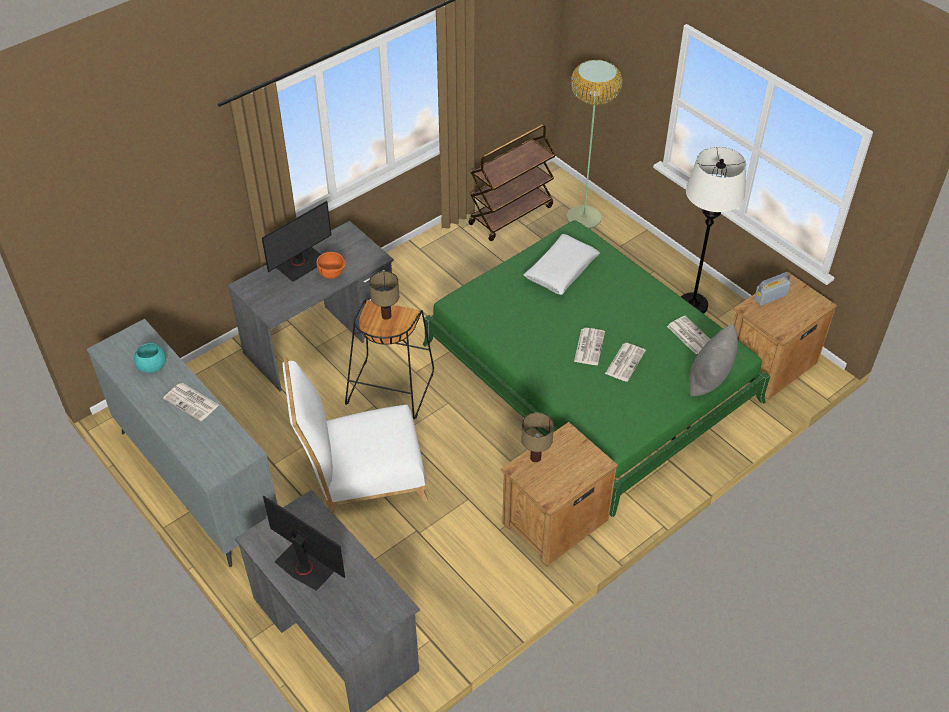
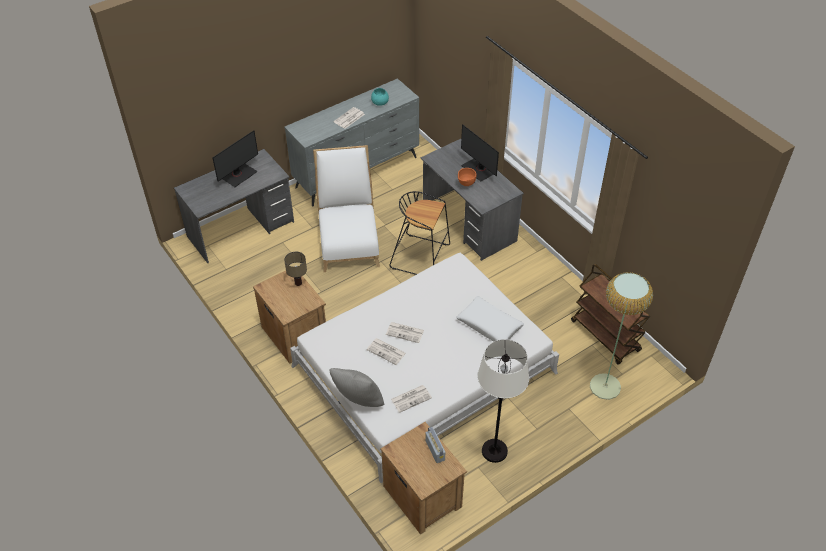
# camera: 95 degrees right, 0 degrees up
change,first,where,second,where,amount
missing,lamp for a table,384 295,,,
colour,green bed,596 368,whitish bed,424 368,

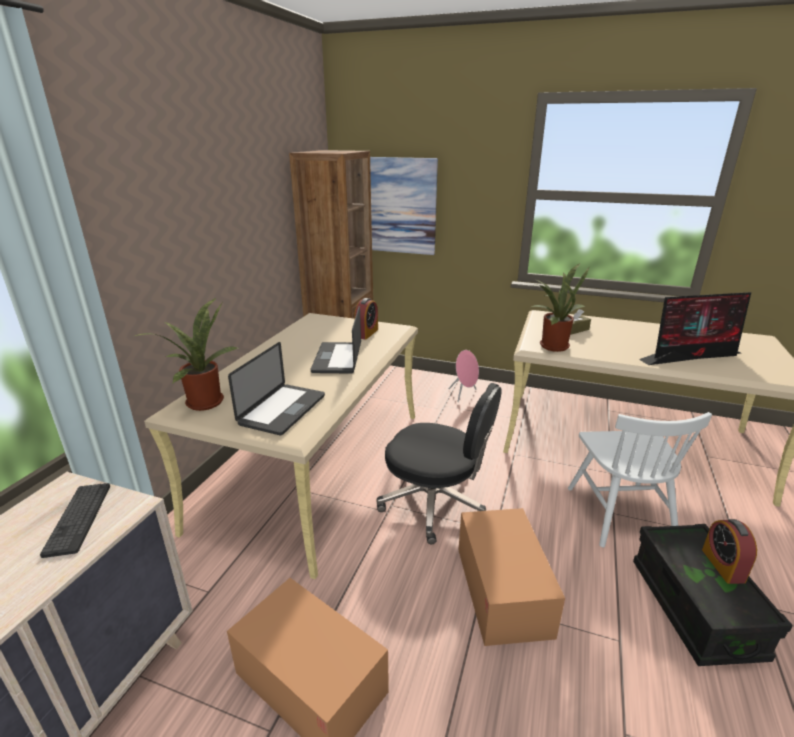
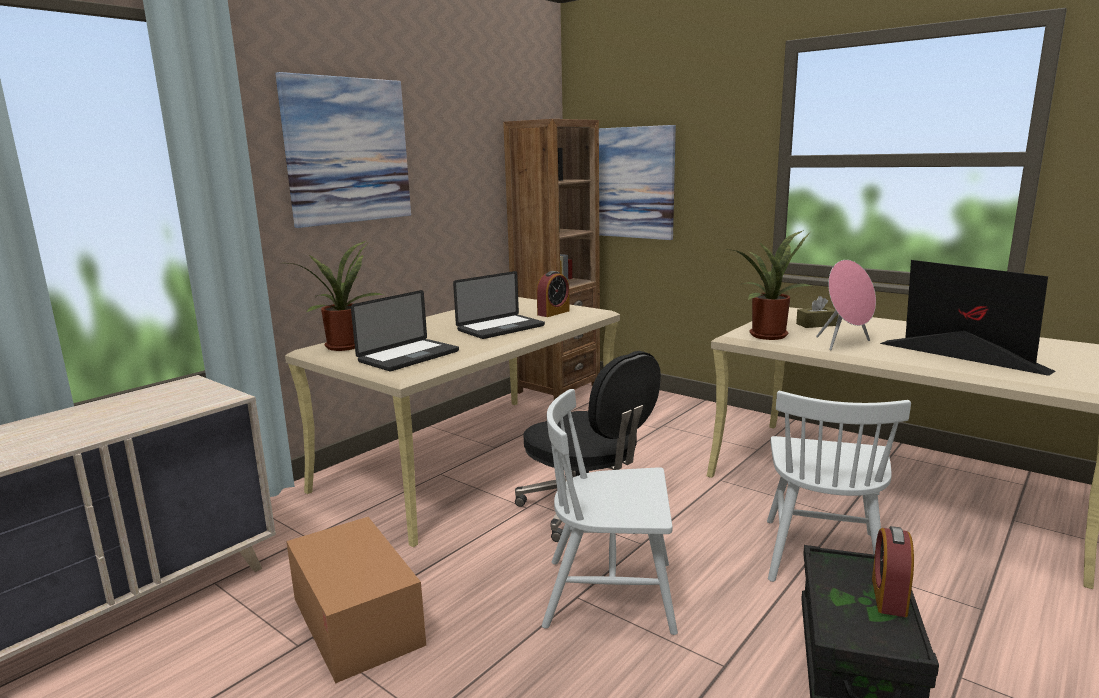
# camera: 20 degrees right, 10 degrees down
change,first,where,second,where,amount
missing,PC keyboard,75 520,,,
appeared,,,wall picture,343 150,
relocated,pink-coloured loudspeaker,463 376,,846 305,
exchanged,cardboard box,512 577,whitish plain chair,610 512,
spun,portable computer,336 340,,499 305,150 degrees counterclockwise
spun,computer screen,695 328,,968 318,135 degrees counterclockwise

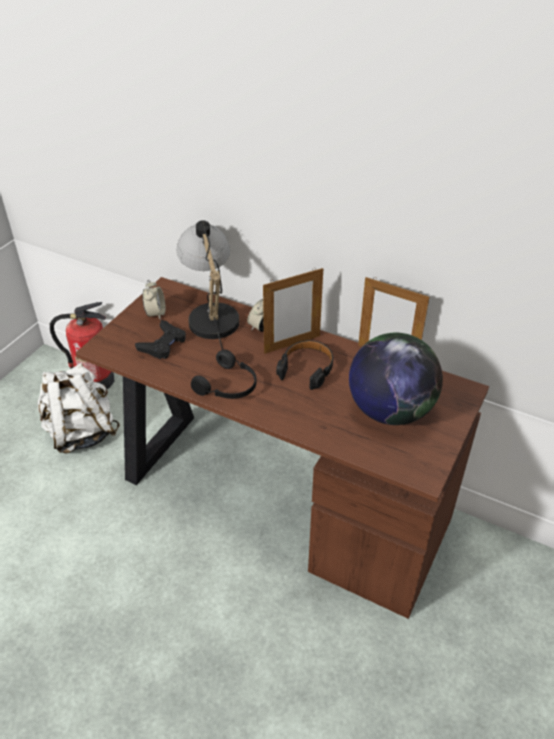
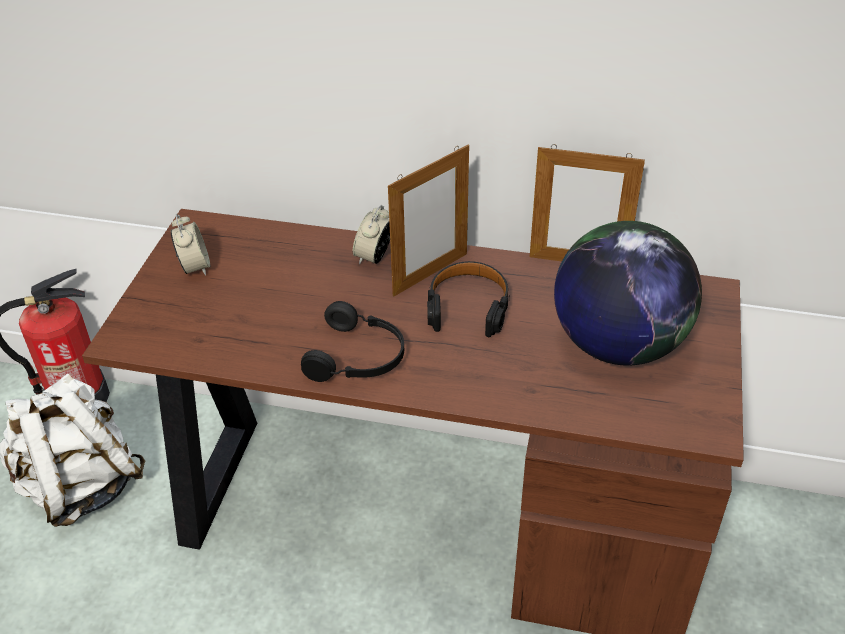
# camera: 15 degrees left, 0 degrees up
change,first,where,second,where,amount
missing,black-coloured gamepad,160 339,,,
missing,lamp for a table,208 285,,,

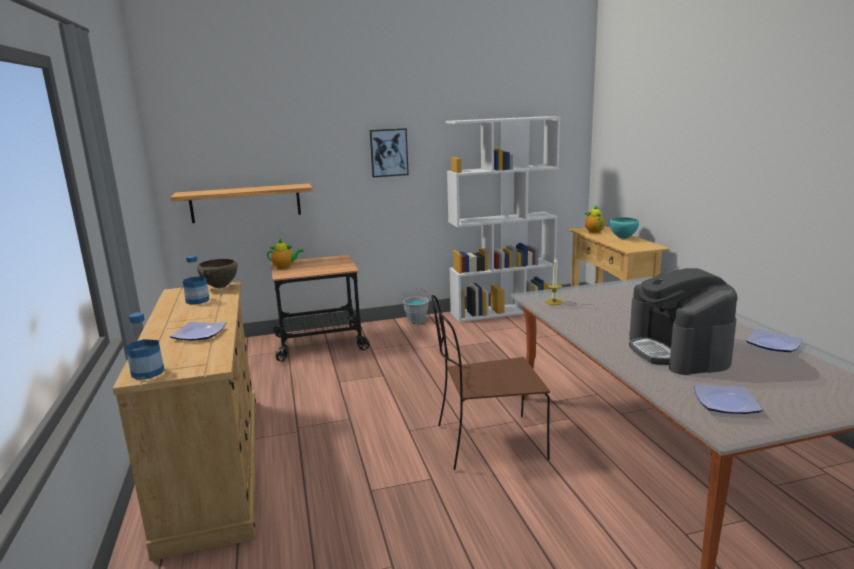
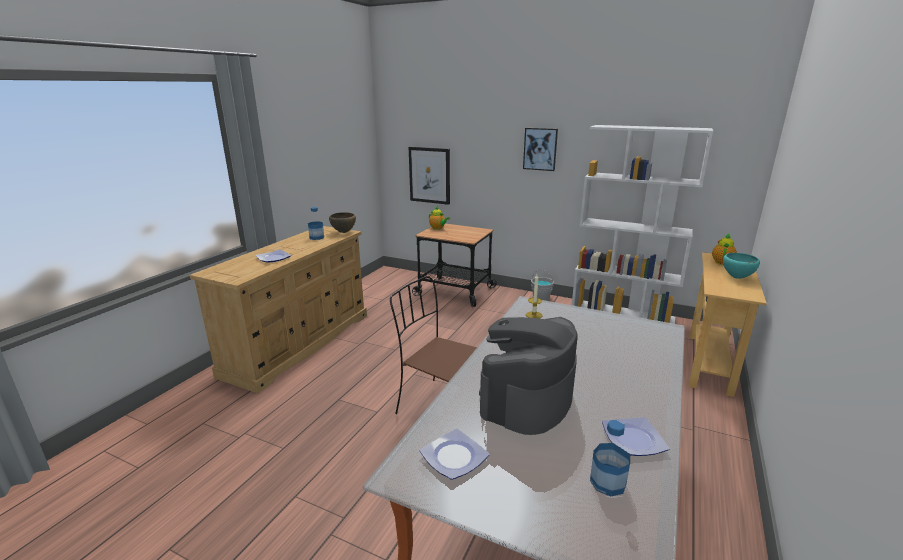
# camera: 40 degrees right, 5 degrees up
change,first,where,second,where,amount
relocated,drink bottle,145 346,,610 458,
exchanged,bracket shelf,241 203,wall picture,429 176,

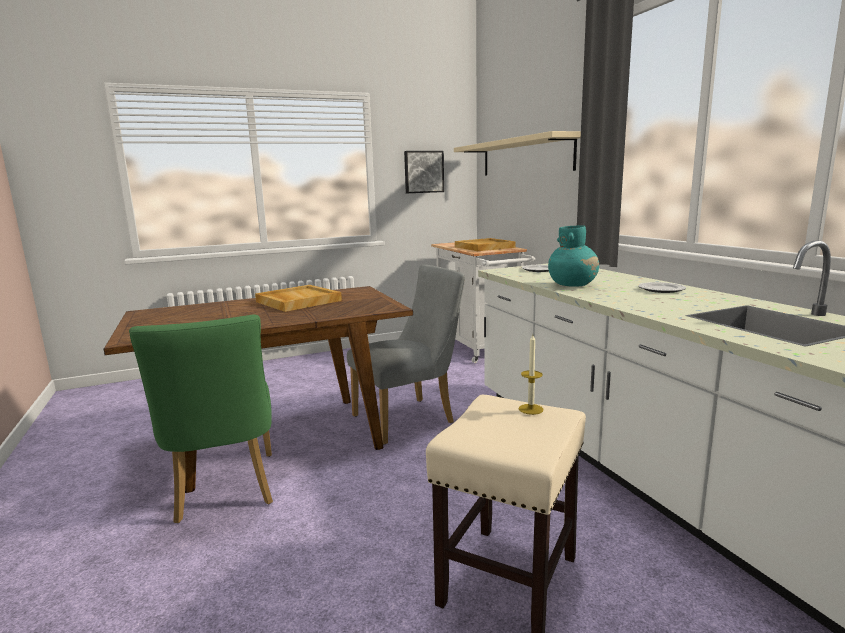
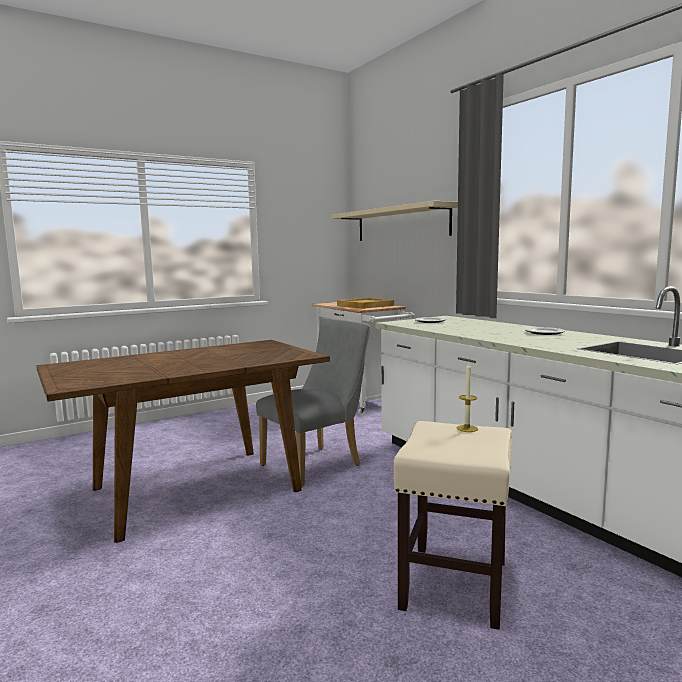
# camera: 10 degrees left, 5 degrees down
change,first,where,second,where,amount
missing,green plain chair,201 418,,,
missing,beige-coloured tray,298 298,,,
missing,wall picture,424 172,,,
missing,blue-green flower vase,573 256,,,

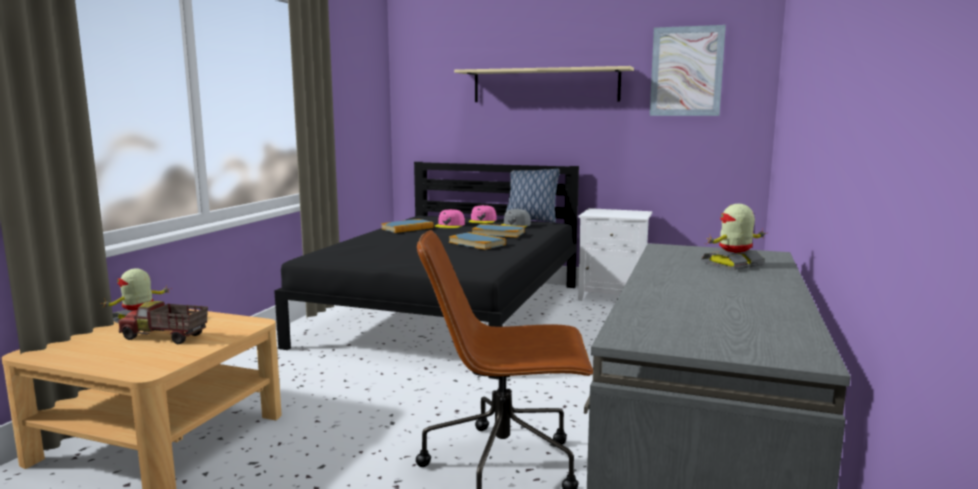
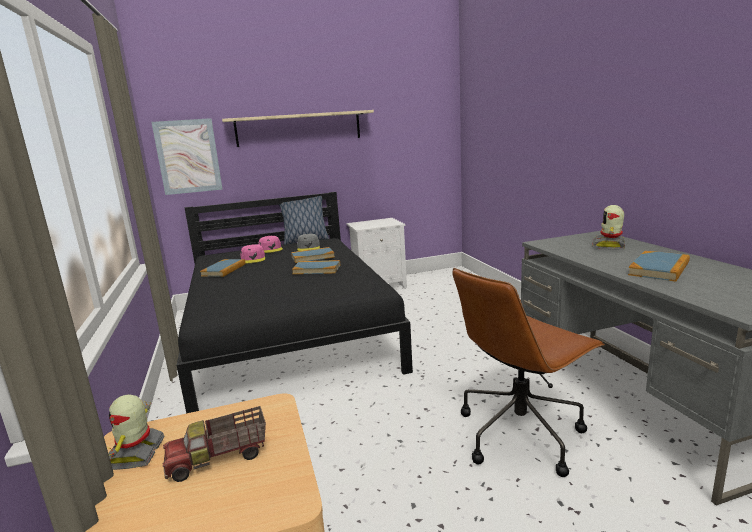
# camera: 35 degrees left, 5 degrees up
change,first,where,second,where,amount
appeared,,,bound book,659 266,
relocated,wall picture,688 70,,187 156,

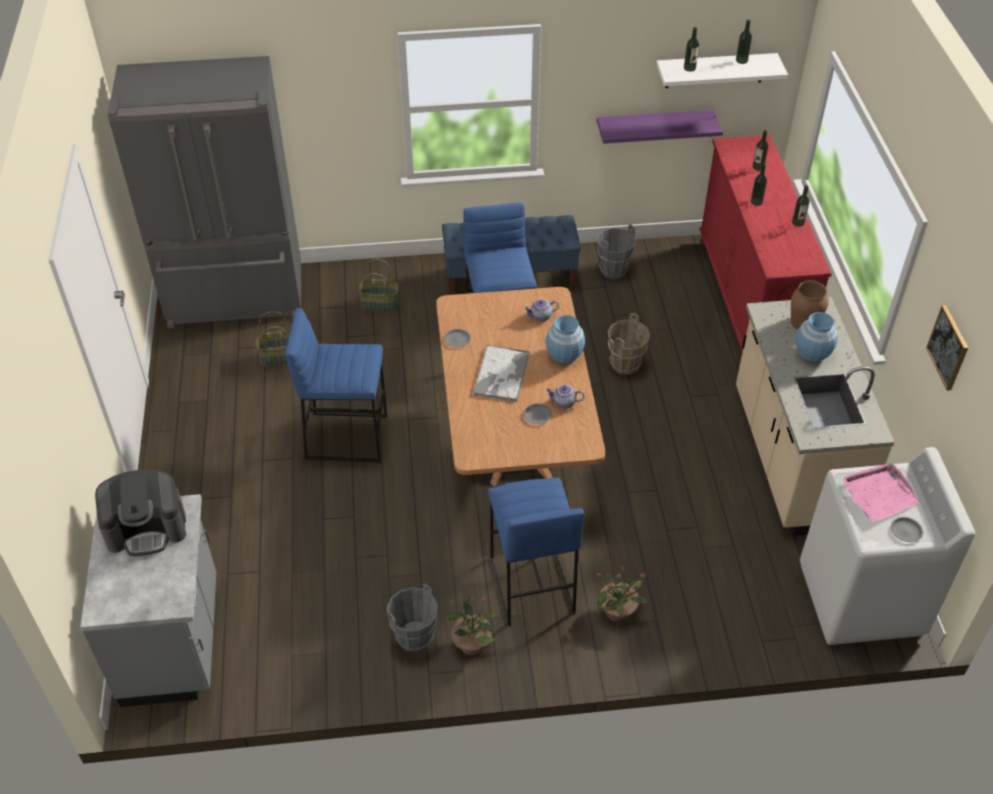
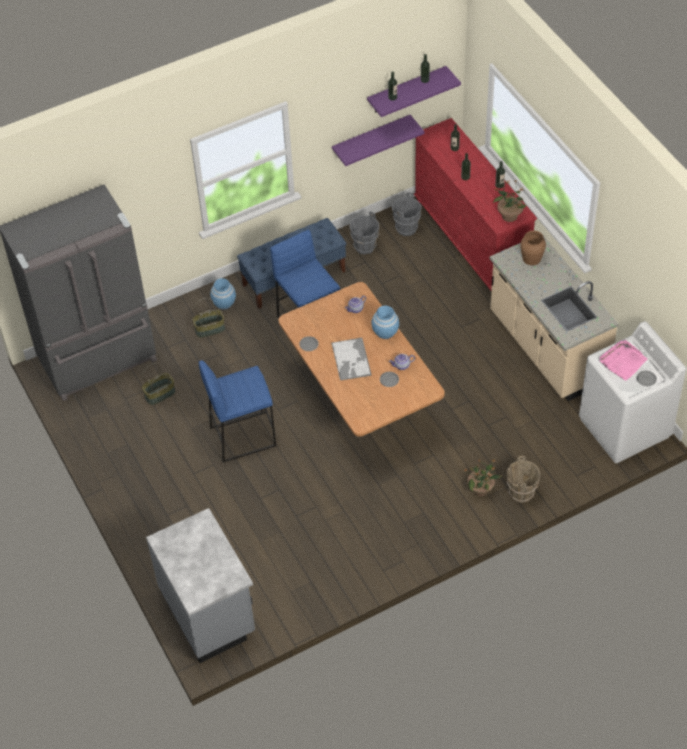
# camera: 20 degrees left, 5 degrees up
change,first,where,second,where,amount
missing,coffee maker,141 512,,,
missing,bluish stool,536 552,,,
missing,wall picture,947 348,,,
relocated,gray water bucket,412 617,,406 214,
relocated,potted plant,470 624,,510 201,
relocated,brown-coloured water bucket,629 344,,524 479,
relocated,bluish flower vase,816 337,,223 294,
colour,whitish bracket shelf,722 70,purple-coloured bracket shelf,414 91,

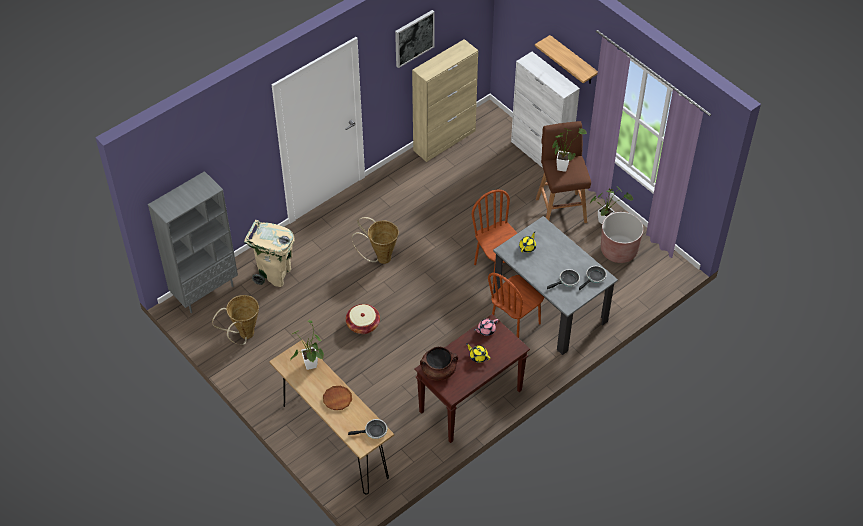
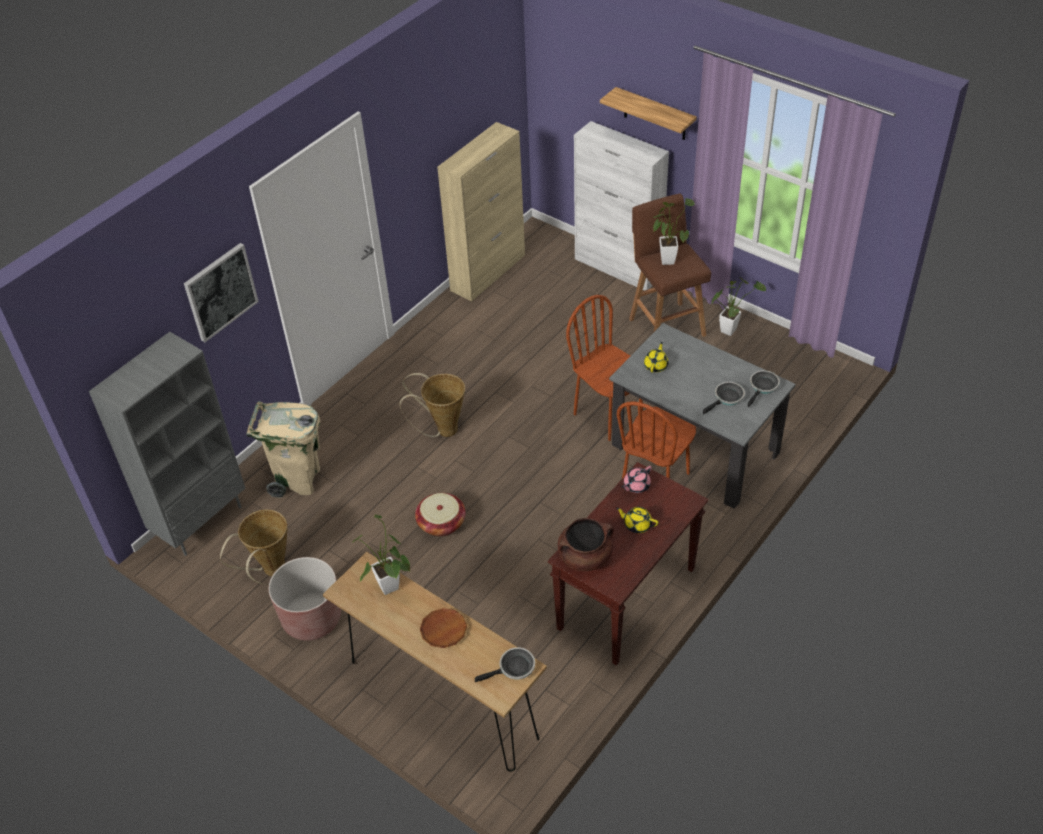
# camera: 10 degrees left, 5 degrees down
change,first,where,second,where,amount
relocated,wall picture,415 39,,221 292,
relocated,brown-coloured planter,622 237,,305 599,

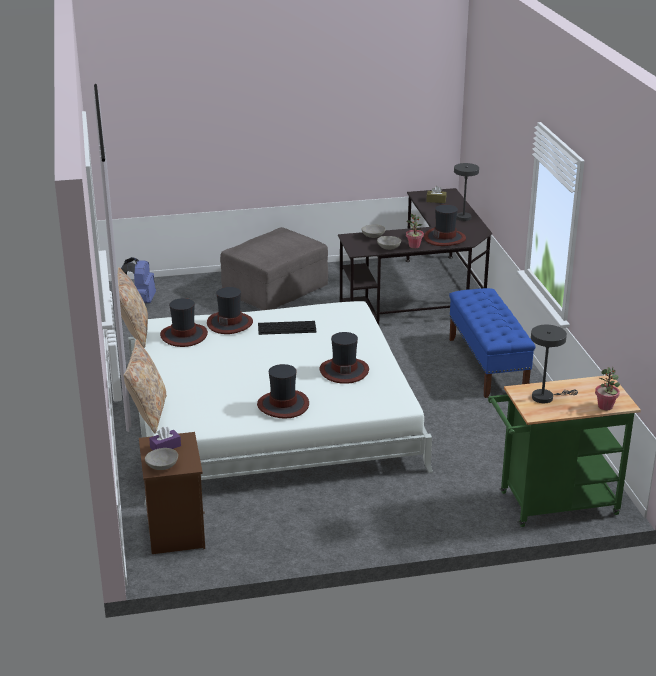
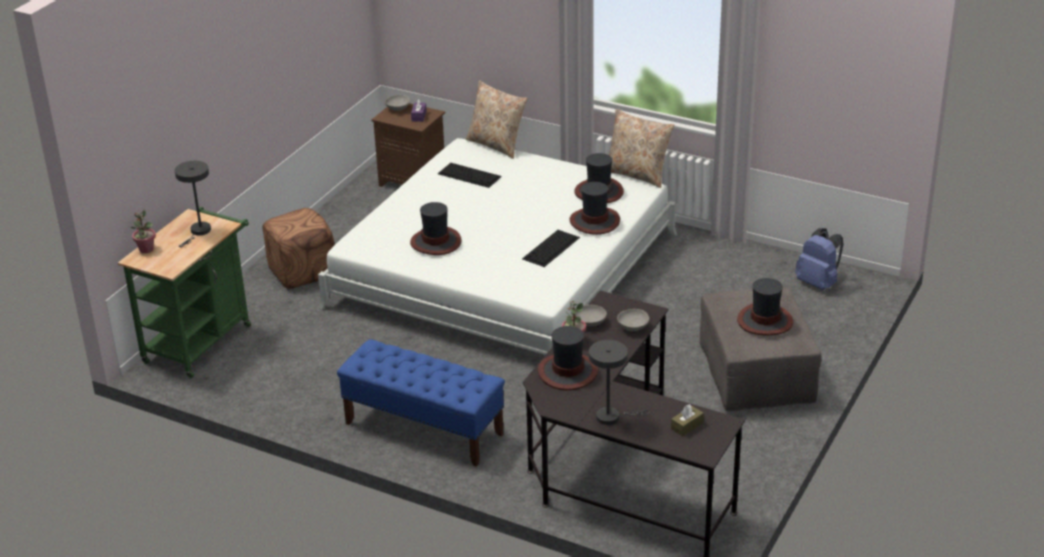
# camera: 130 degrees right, 5 degrees up
change,first,where,second,where,amount
appeared,,,brown-coloured ottoman,299 248,
appeared,,,PC keyboard,470 175,
relocated,clothing hat,283 391,,765 306,

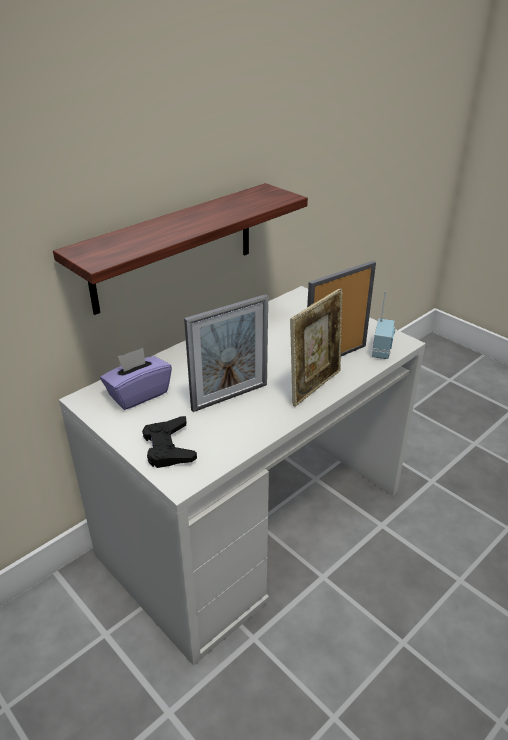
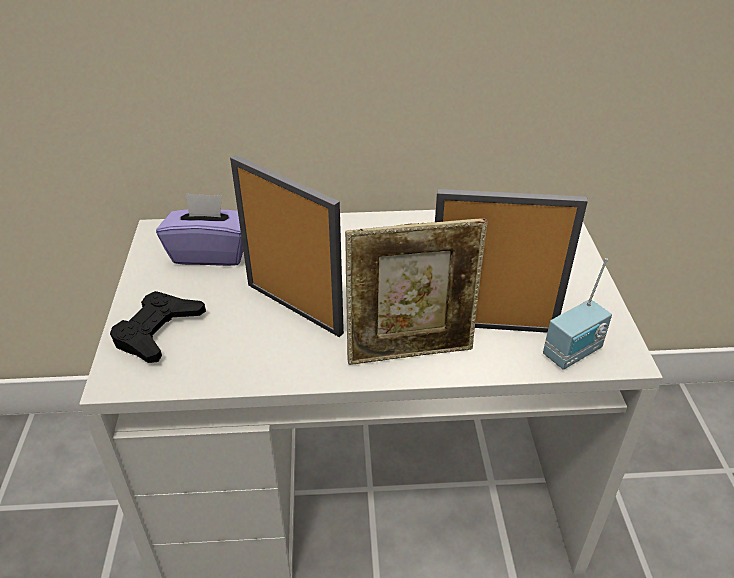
# camera: 40 degrees right, 5 degrees up
change,first,where,second,where,amount
missing,bracket shelf,180 249,,,
spun,picture frame,226 353,,287 246,150 degrees counterclockwise

